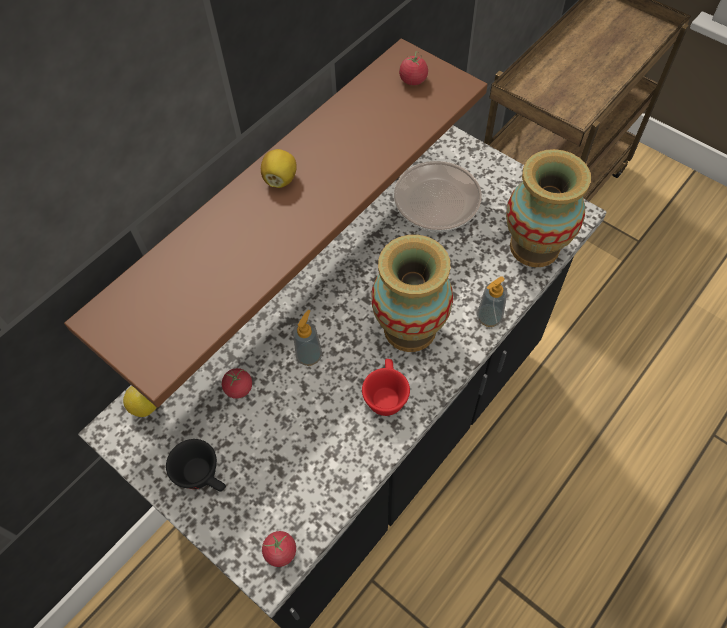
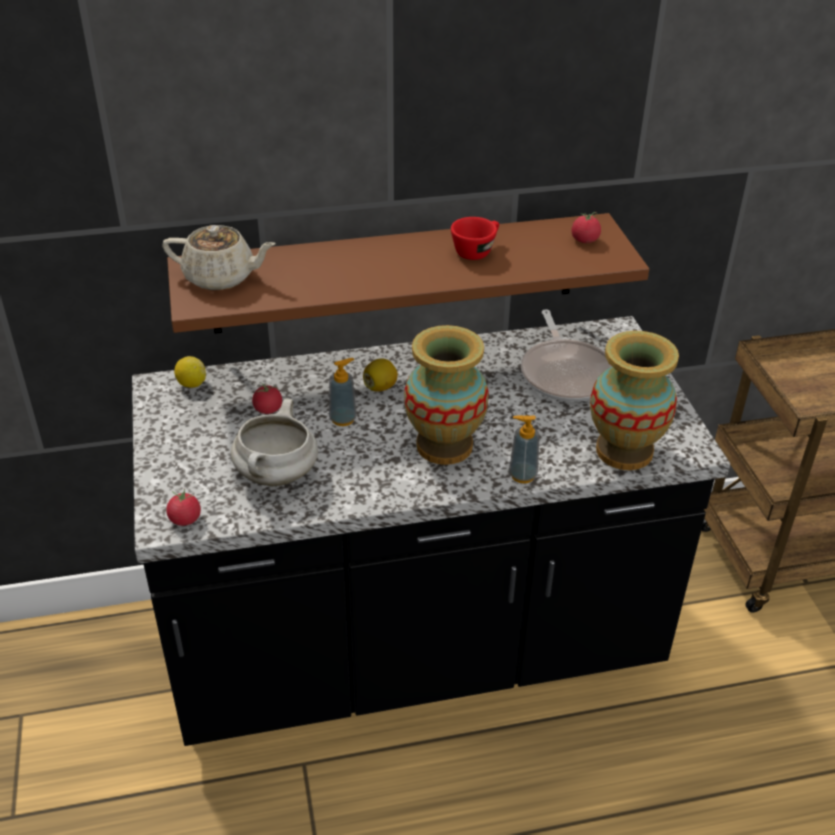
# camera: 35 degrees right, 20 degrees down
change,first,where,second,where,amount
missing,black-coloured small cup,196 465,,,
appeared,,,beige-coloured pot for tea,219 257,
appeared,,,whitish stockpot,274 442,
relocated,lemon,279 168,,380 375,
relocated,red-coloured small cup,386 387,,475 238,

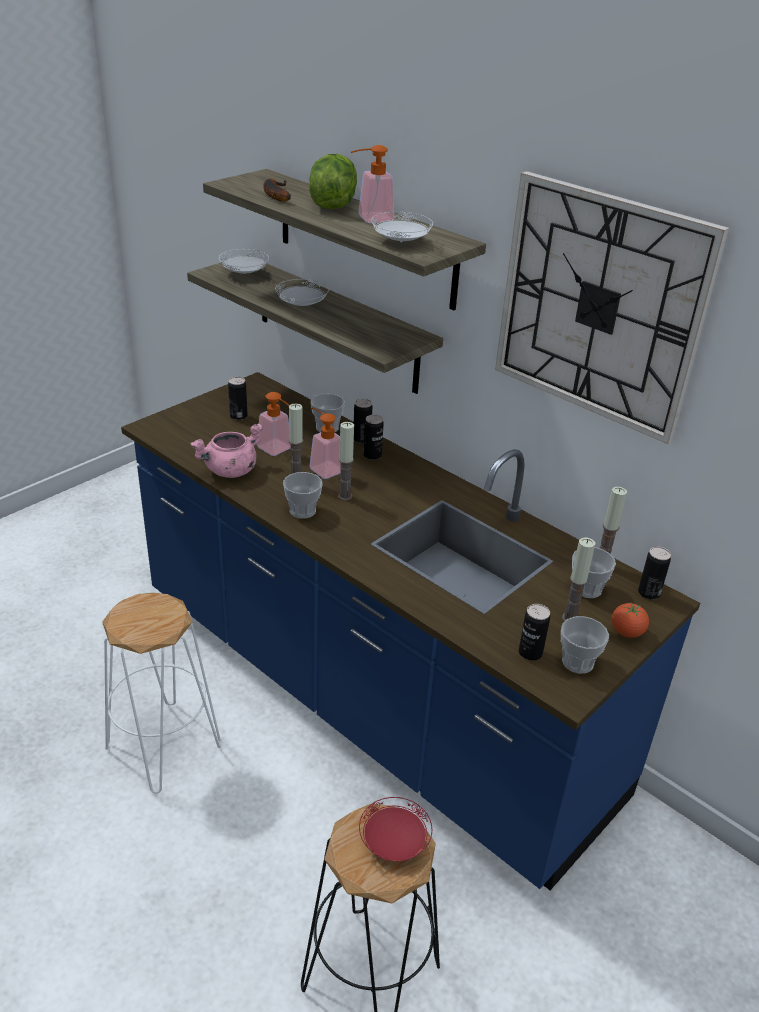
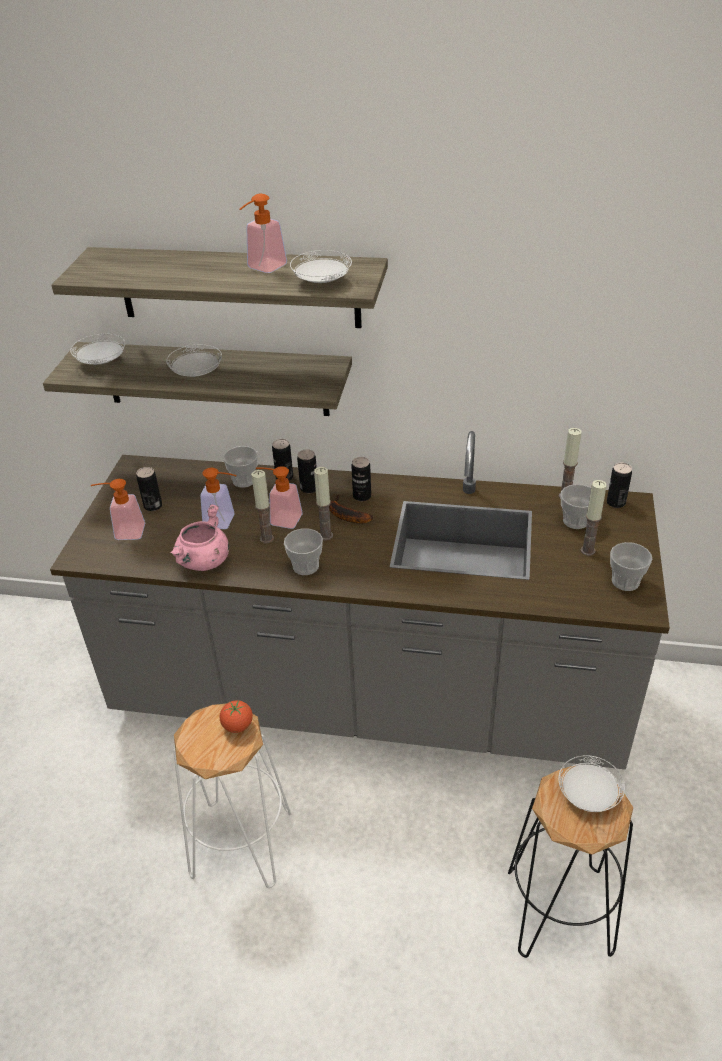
# camera: 30 degrees left, 5 degrees up
change,first,where,second,where,amount
missing,lettuce head,333 181,,,
missing,wall clock,612 307,,,
appeared,,,liquid soap bottle,118 509,
relocated,whole banana,277 190,,351 509,
relocated,can,534 632,,361 479,
relocated,tomato,630 620,,236 716,
colour,bluish kitchen base unit,410 631,gray kitchen base unit,360 600,
colour,red-coloured plate,395 829,whitish plate,591 783,

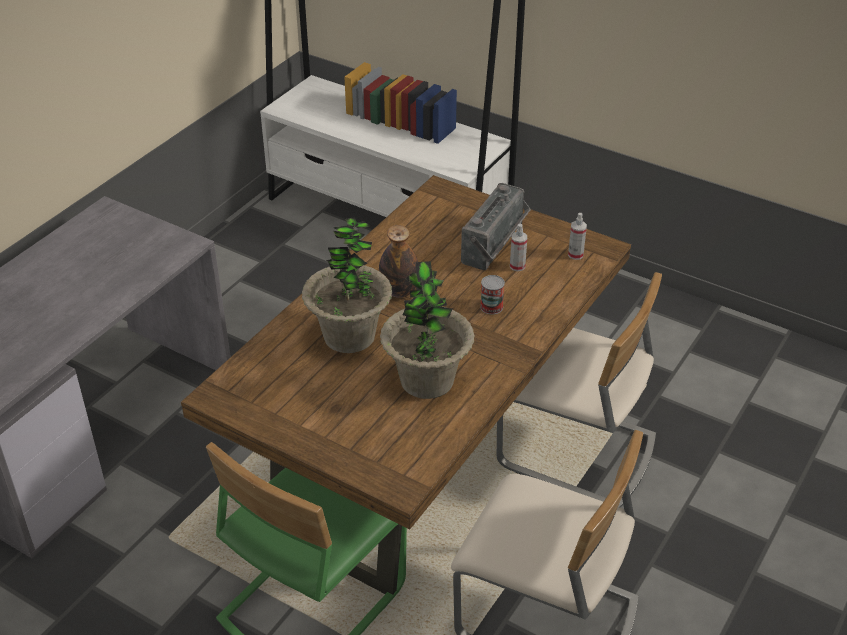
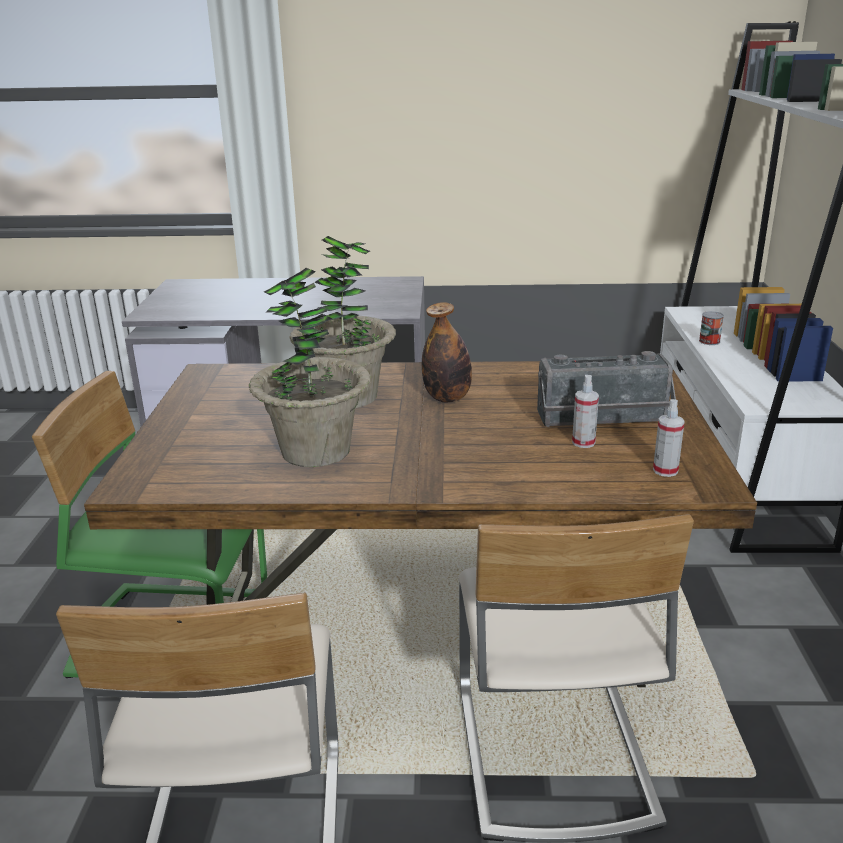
# camera: 60 degrees right, 15 degrees down
change,first,where,second,where,amount
relocated,can,492 294,,711 328,

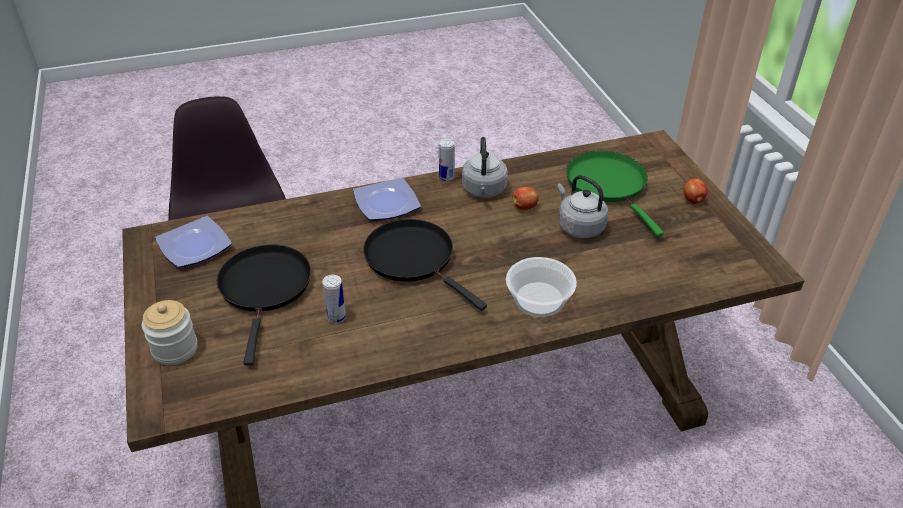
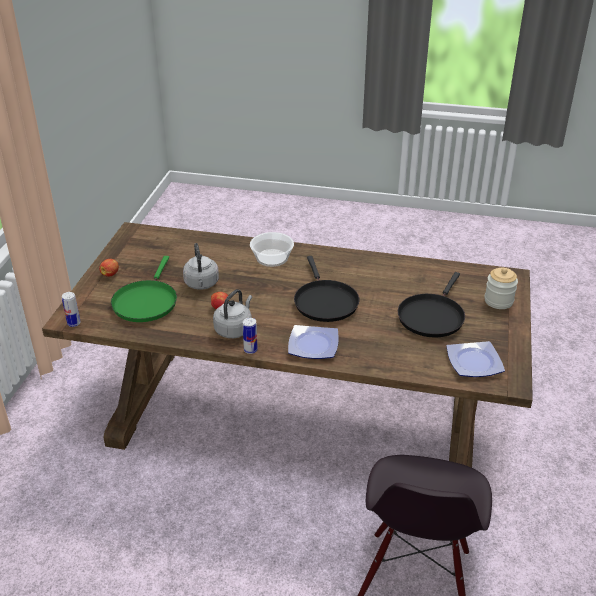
# camera: 150 degrees left, 5 degrees down
change,first,where,second,where,amount
relocated,can,334 299,,71 309,

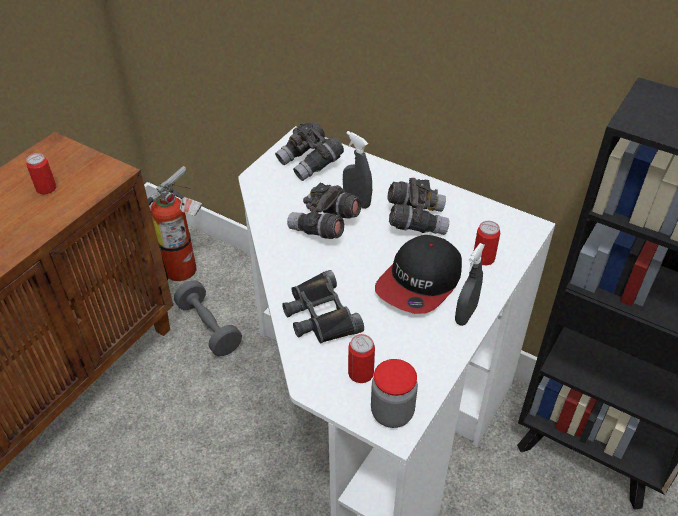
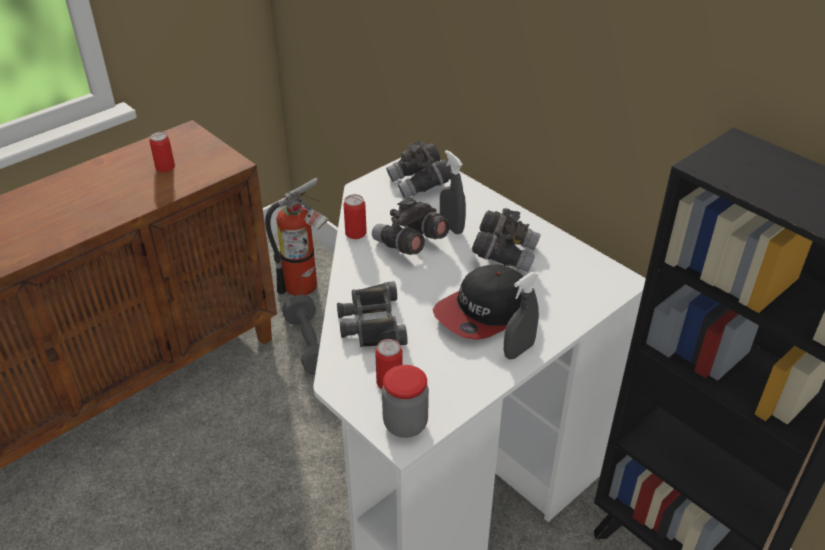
# camera: 15 degrees right, 5 degrees down
change,first,where,second,where,amount
relocated,can,487 243,,355 216,

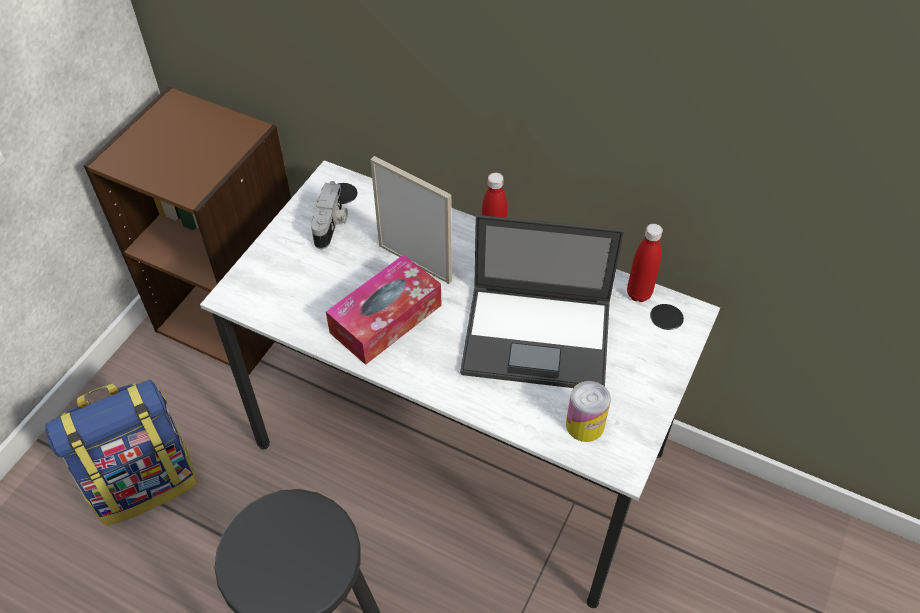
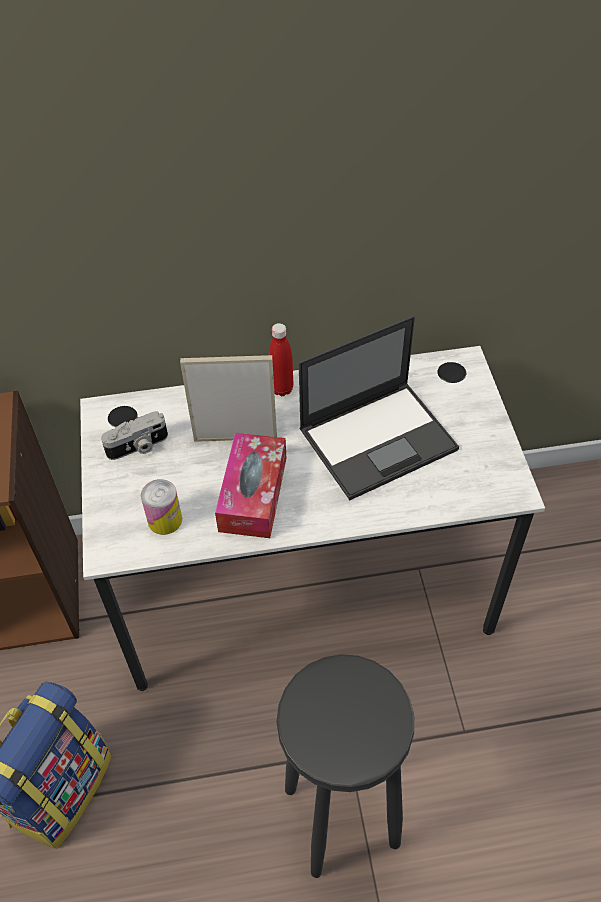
# camera: 35 degrees left, 0 degrees up
change,first,where,second,where,amount
missing,red-coloured drink bottle,645 263,,,
relocated,can,588 411,,161 507,
spun,photo camera,329 215,,134 435,90 degrees clockwise

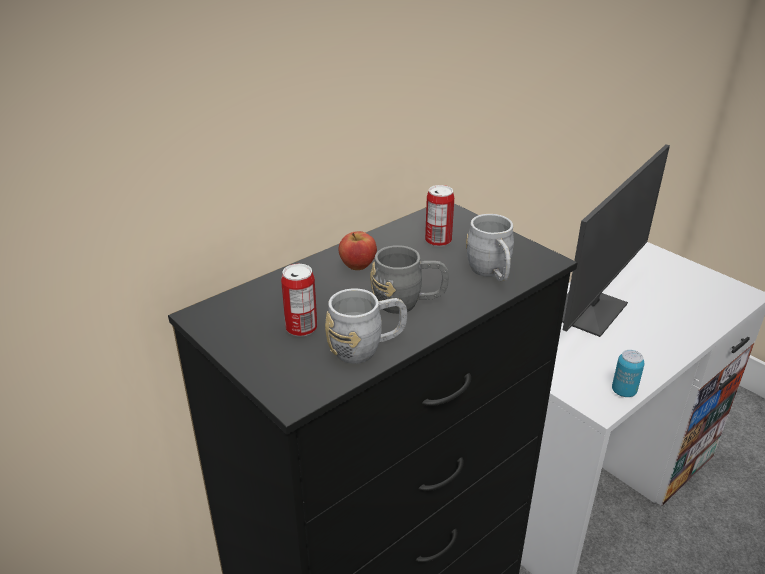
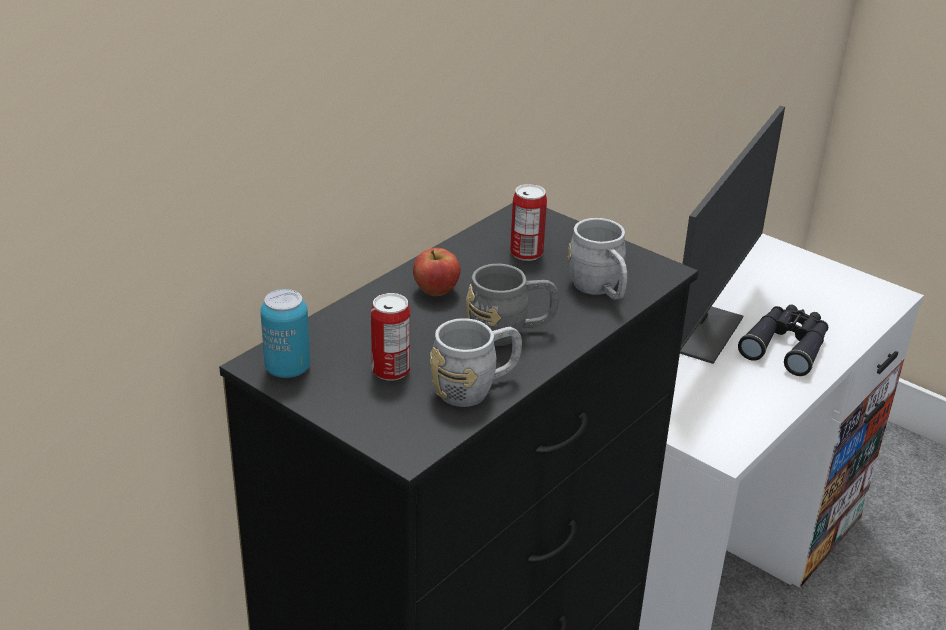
# camera: 10 degrees left, 0 degrees up
change,first,where,second,where,amount
appeared,,,black-coloured pair of binoculars,783 340,
relocated,can,628 373,,285 333,

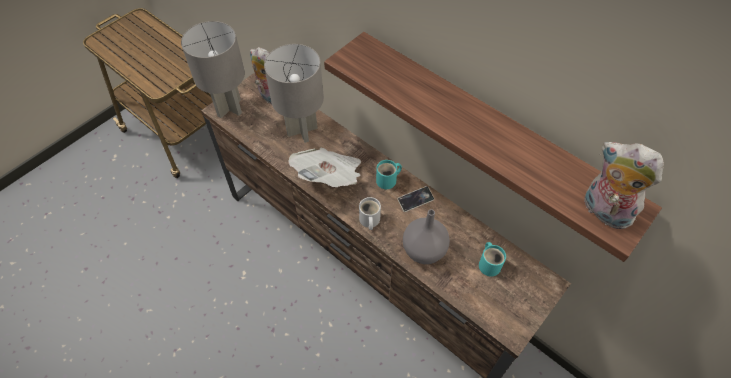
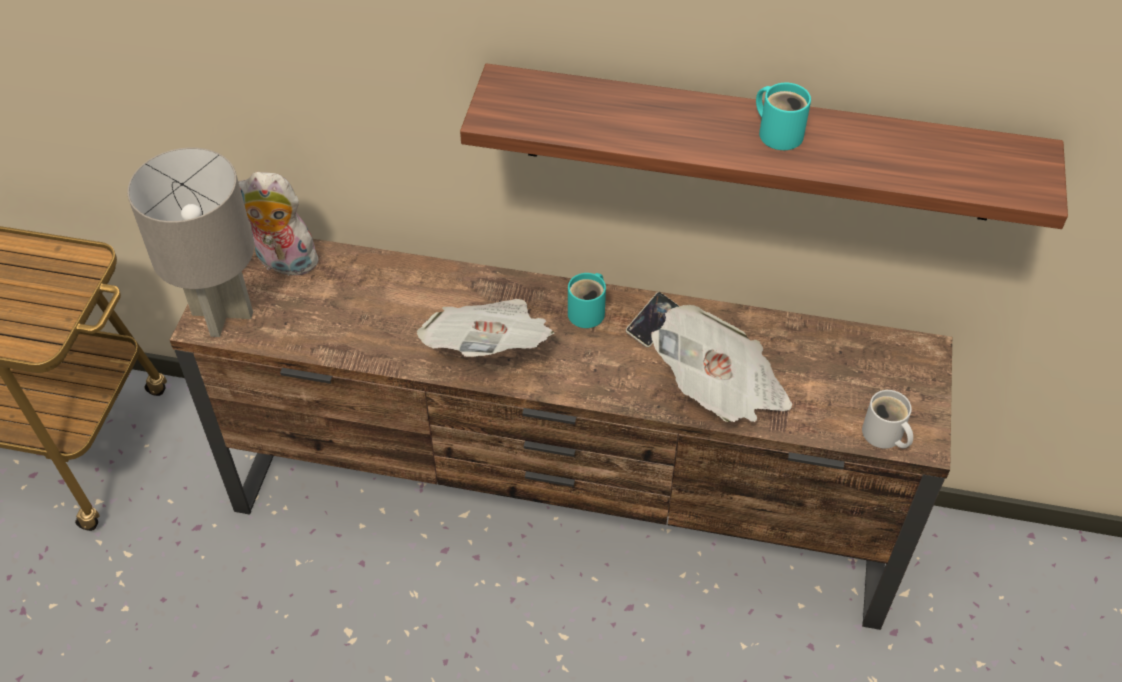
# camera: 30 degrees left, 5 degrees down
change,first,where,second,where,amount
missing,gray lamp for a table,294 93,,,
missing,plush toy,624 186,,,
relocated,whitish mug,370 213,,887 419,
relocated,blue-green mug,492 259,,783 116,
exchanged,gray flower vase,426 236,printed paper,721 364,

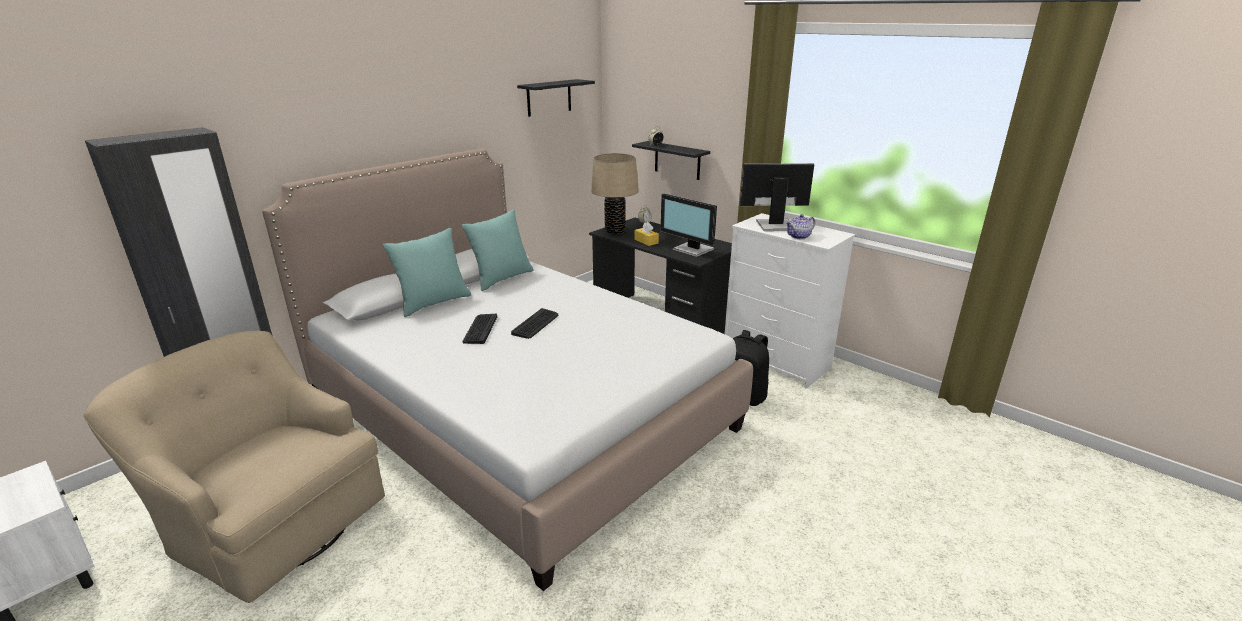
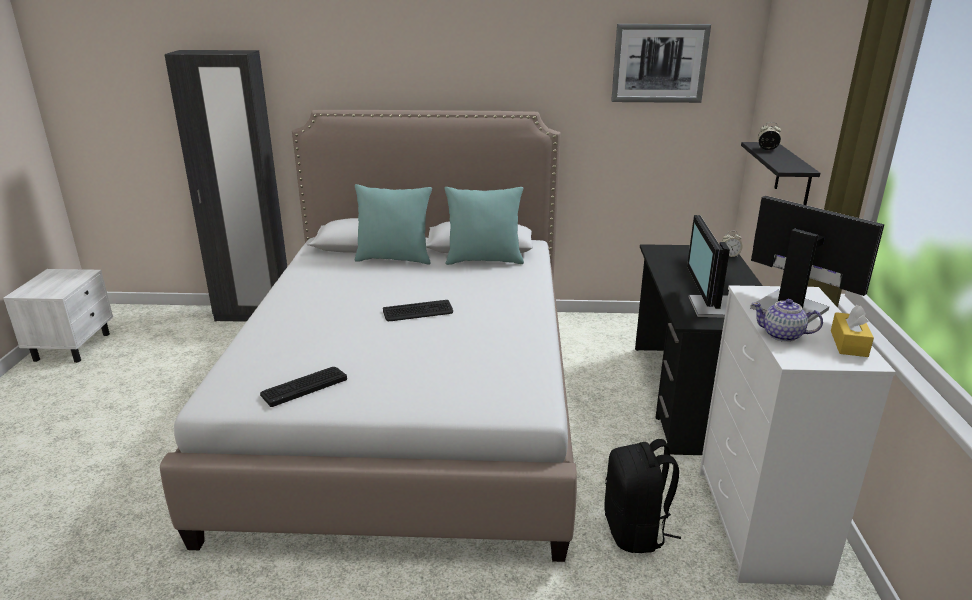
# camera: 50 degrees right, 0 degrees up
change,first,where,second,where,amount
missing,beige-coloured armchair,234 467,,,
missing,beige-coloured lamp for a table,615 193,,,
relocated,PC keyboard,480 329,,303 387,
relocated,yellowish tissue box,647 234,,852 331,
exchanged,black-coloured bracket shelf,556 98,wall picture,661 63,

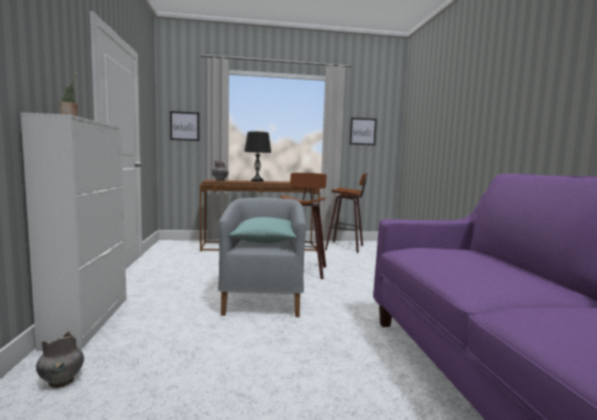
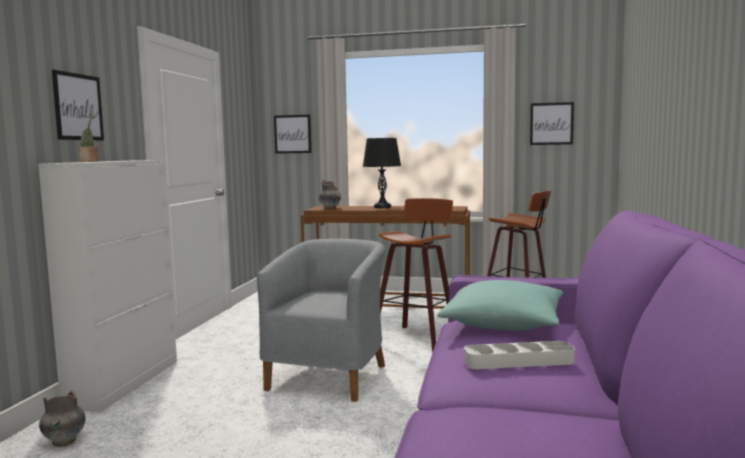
# camera: 20 degrees right, 0 degrees up
change,first,where,second,where,amount
appeared,,,wall picture,78 105,
appeared,,,gray tray,519 355,
relocated,blue-green throw pillow,263 230,,500 305,

